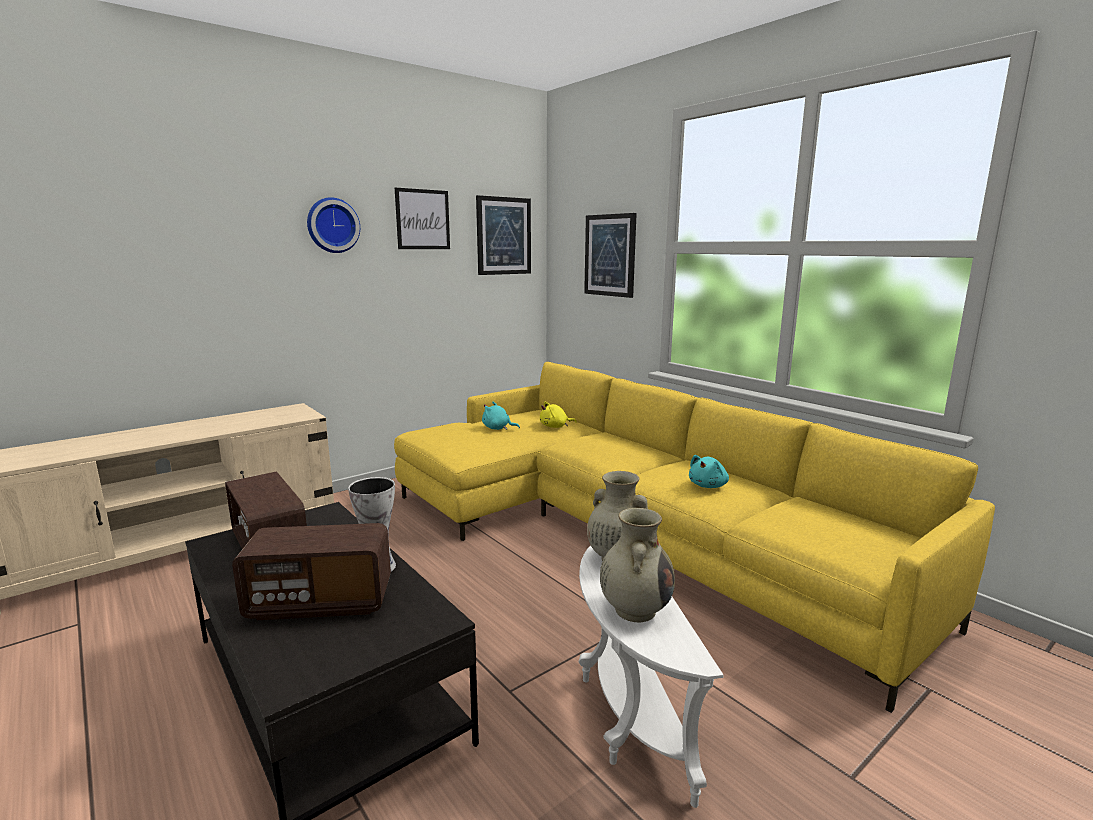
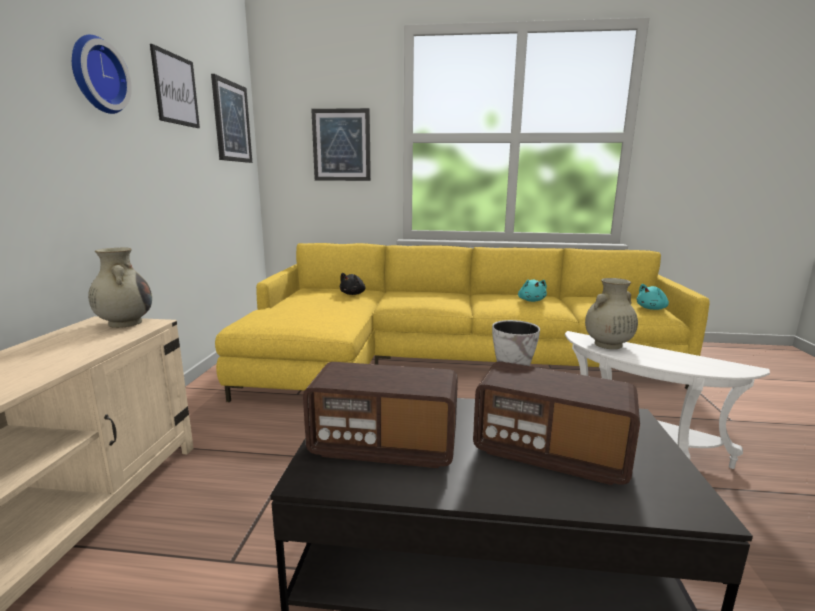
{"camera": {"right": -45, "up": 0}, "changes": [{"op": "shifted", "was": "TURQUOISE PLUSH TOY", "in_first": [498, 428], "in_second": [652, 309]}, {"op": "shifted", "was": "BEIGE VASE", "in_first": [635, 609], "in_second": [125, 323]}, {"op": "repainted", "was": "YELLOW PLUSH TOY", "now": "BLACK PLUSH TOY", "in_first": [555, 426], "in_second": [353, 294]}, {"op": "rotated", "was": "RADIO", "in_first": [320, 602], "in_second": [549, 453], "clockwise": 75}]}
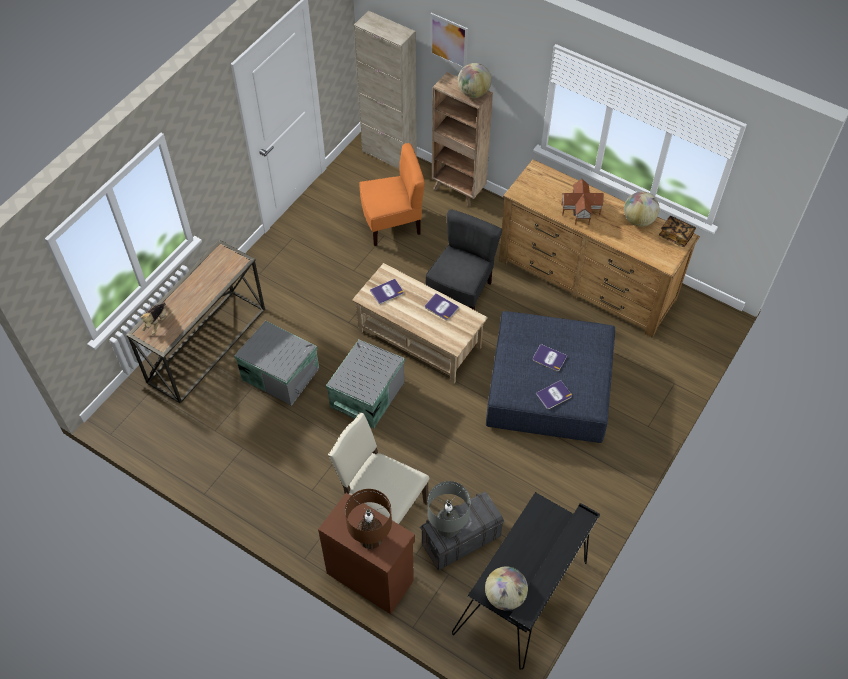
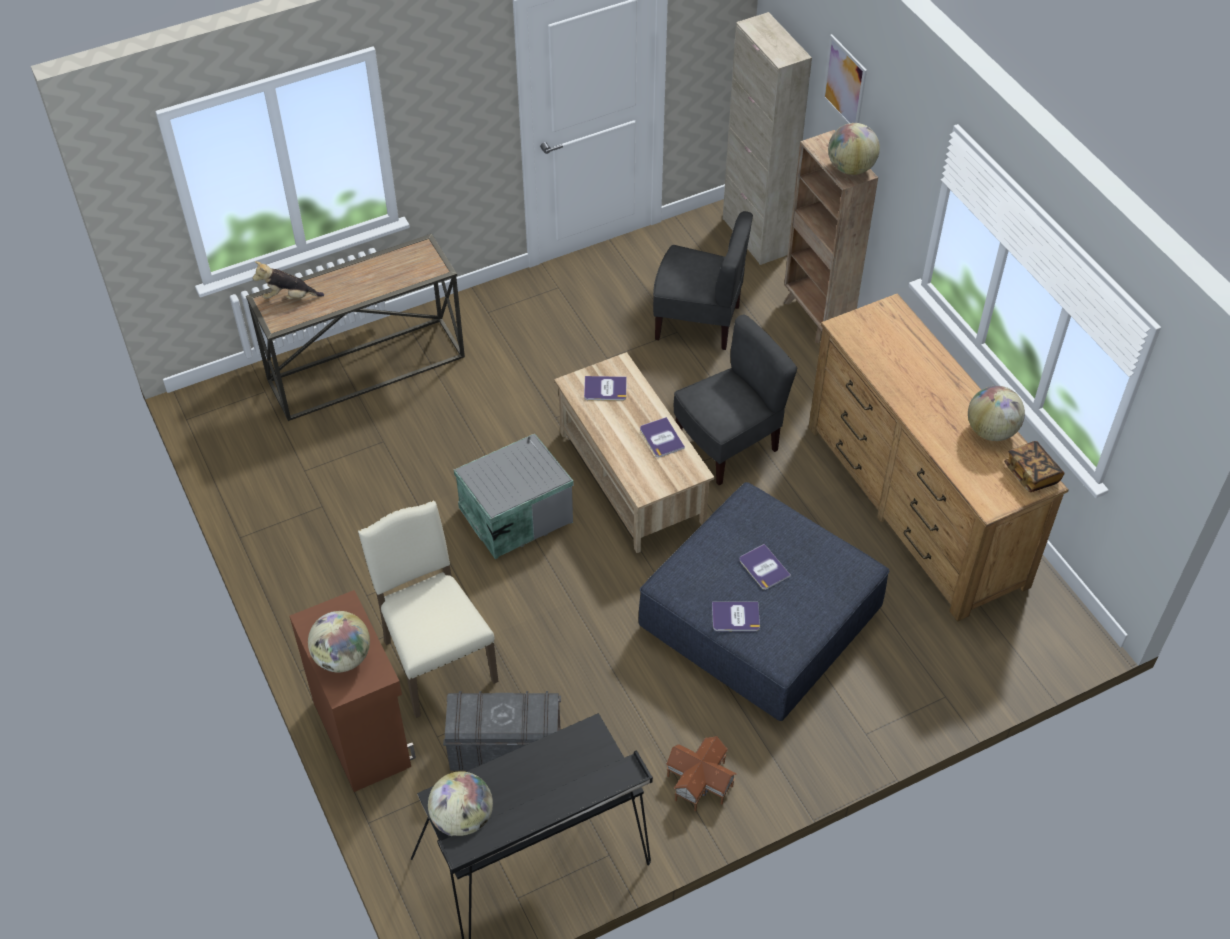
{"camera": {"right": 30, "up": -5}, "changes": [{"op": "gone", "was": "GREY STORAGE BOX", "in_first": [280, 373]}, {"op": "gone", "was": "GREY TABLE LAMP", "in_first": [447, 527]}, {"op": "shifted", "was": "TOY HOUSE", "in_first": [580, 210], "in_second": [698, 781]}, {"op": "swapped", "was": "BROWN TABLE LAMP", "now": "GLOBE", "in_first": [370, 538], "in_second": [342, 658]}, {"op": "repainted", "was": "ORANGE CHAIR", "now": "GREY CHAIR", "in_first": [392, 223], "in_second": [698, 322]}, {"op": "rotated", "was": "PLUSH TOY", "in_first": [156, 323], "in_second": [289, 297], "clockwise": 45}]}
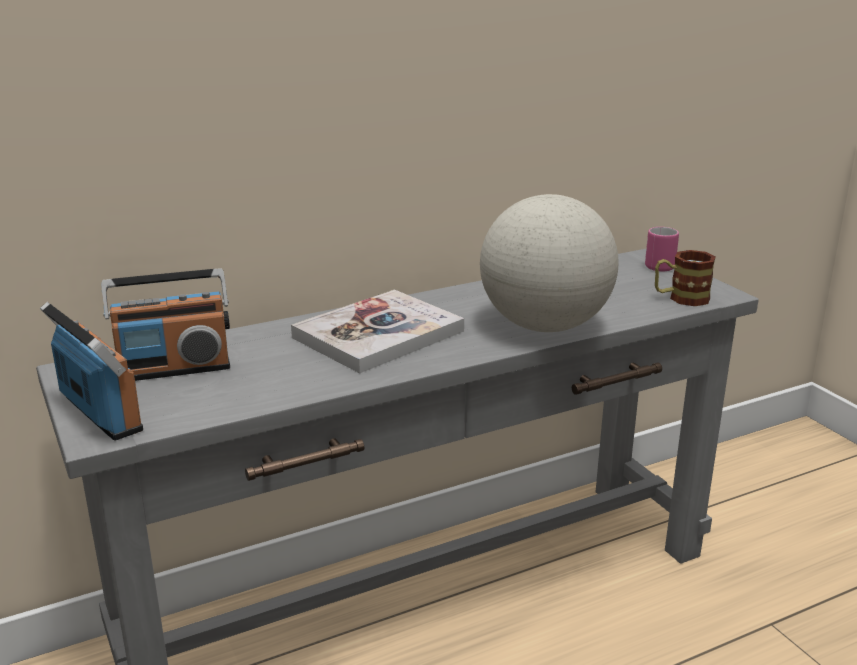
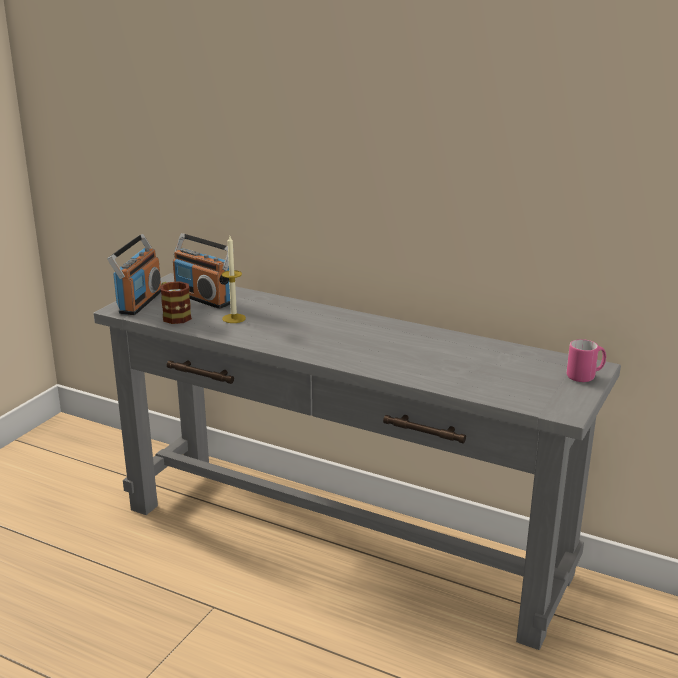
{"camera": {"right": 55, "up": 0}, "changes": [{"op": "gone", "was": "BOOK", "in_first": [378, 334]}, {"op": "gone", "was": "GLOBE", "in_first": [545, 326]}, {"op": "new", "now": "CANDLE", "in_second": [234, 318]}, {"op": "shifted", "was": "MUG", "in_first": [681, 298], "in_second": [174, 315]}]}
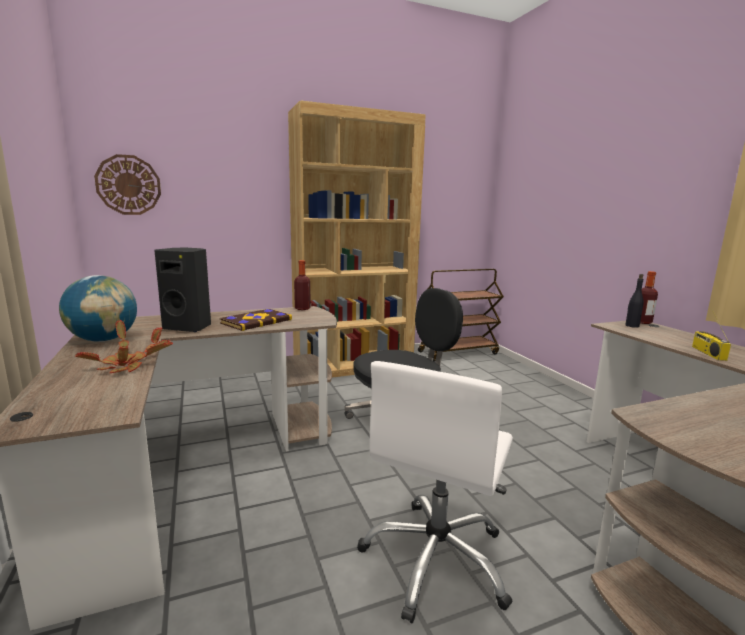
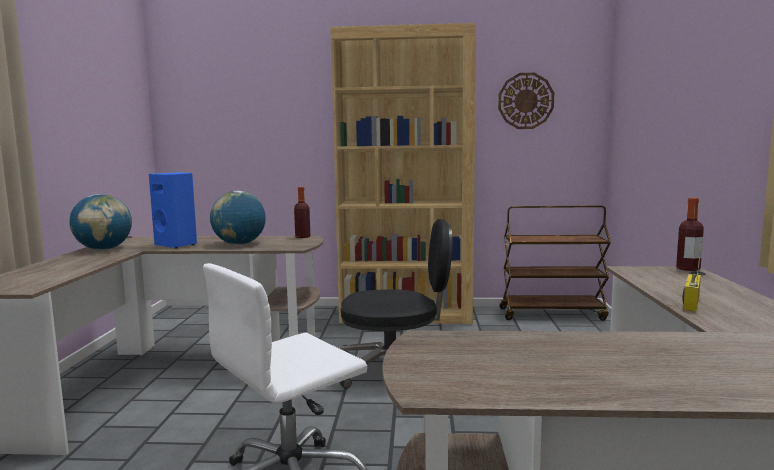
{"camera": {"right": 25, "up": -5}, "changes": [{"op": "gone", "was": "POTTED PLANT", "in_first": [128, 365]}, {"op": "gone", "was": "BLACK BOTTLE", "in_first": [632, 326]}, {"op": "shifted", "was": "WALL CLOCK", "in_first": [128, 185], "in_second": [525, 101]}, {"op": "swapped", "was": "BOOK", "now": "GLOBE", "in_first": [256, 321], "in_second": [239, 244]}, {"op": "repainted", "was": "BLACK SPEAKER", "now": "BLUE SPEAKER", "in_first": [188, 327], "in_second": [177, 245]}]}
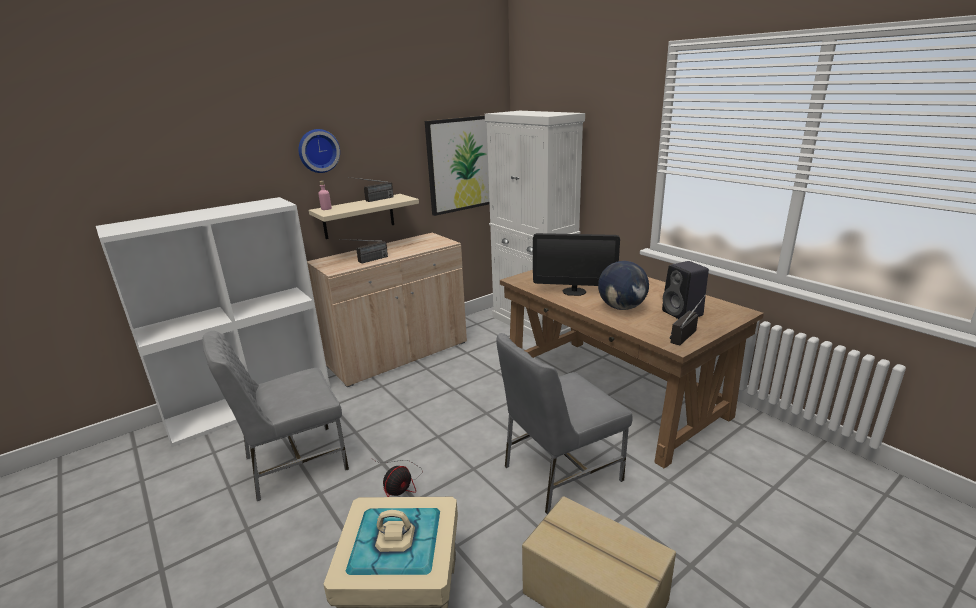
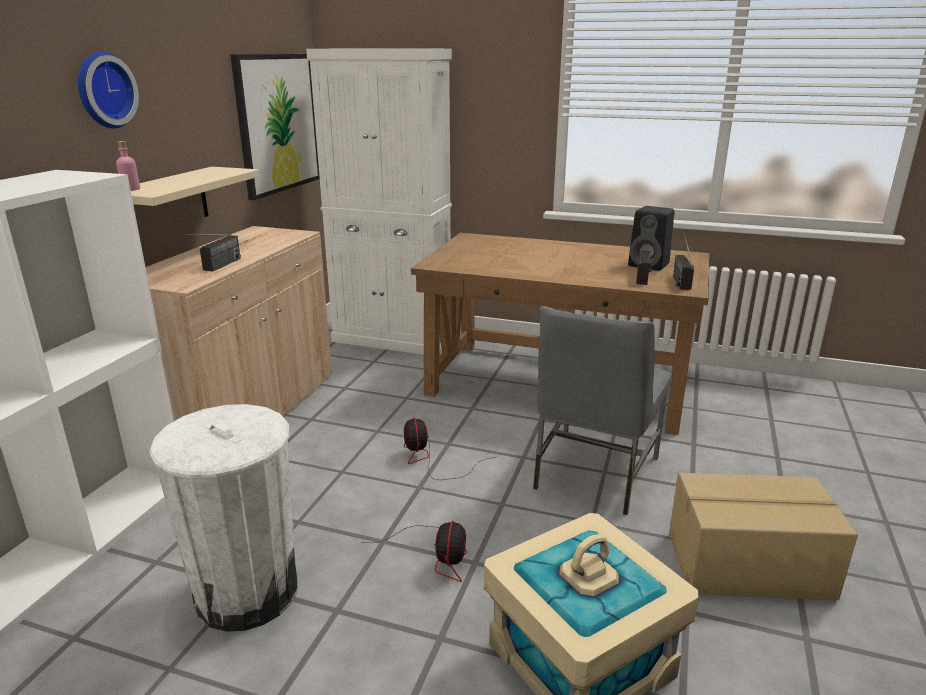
{"camera": {"right": -35, "up": 0}, "changes": [{"op": "gone", "was": "MONITOR", "in_first": [574, 291]}, {"op": "gone", "was": "GLOBE", "in_first": [622, 307]}, {"op": "new", "now": "FAN", "in_second": [431, 460]}, {"op": "shifted", "was": "RADIO", "in_first": [373, 200], "in_second": [643, 281]}, {"op": "swapped", "was": "GREY CHAIR", "now": "WHITE TRASH CAN", "in_first": [293, 462], "in_second": [246, 593]}]}
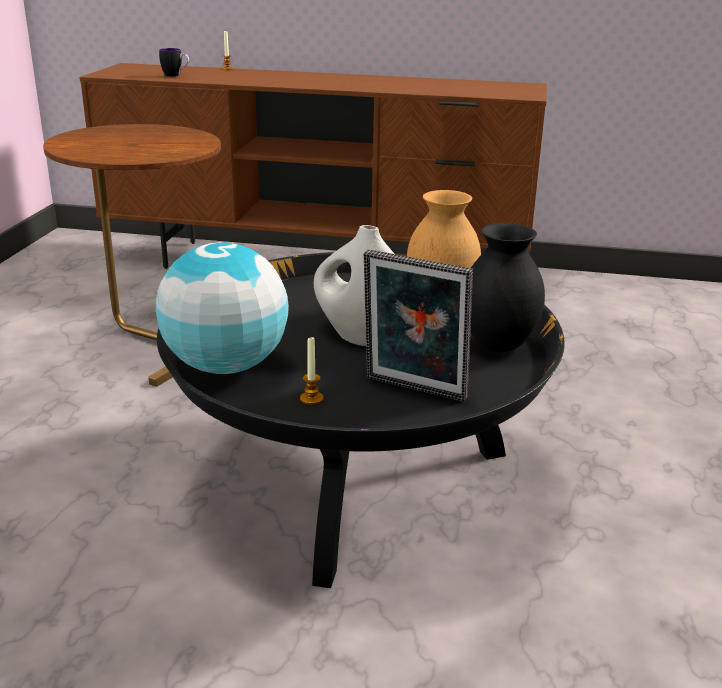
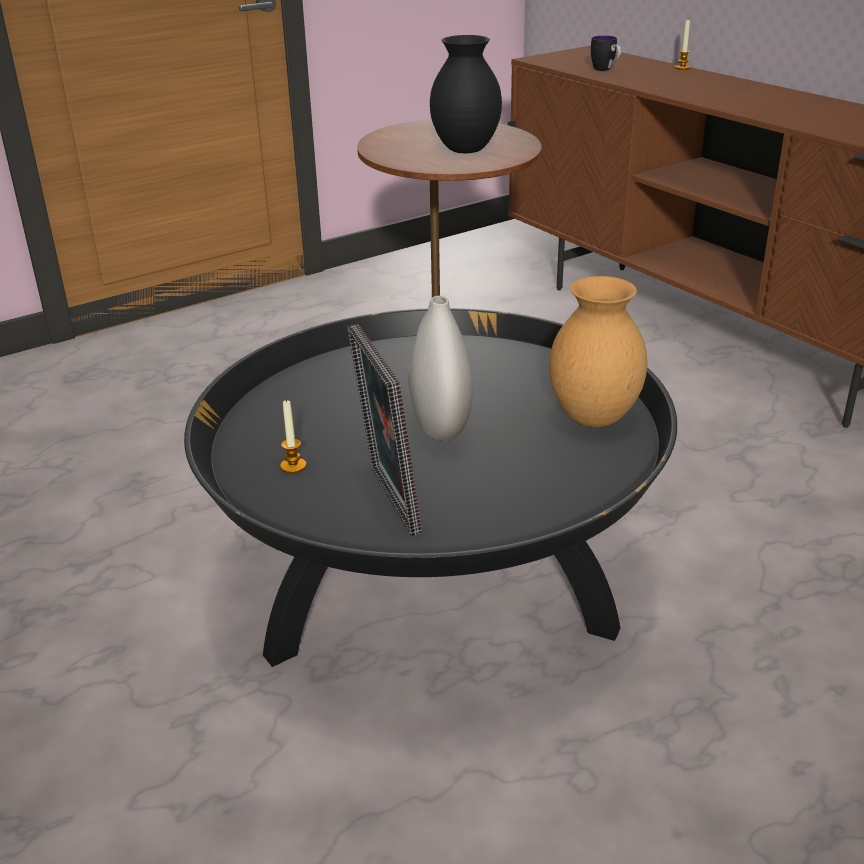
{"camera": {"right": 45, "up": 5}, "changes": [{"op": "gone", "was": "GLOBE", "in_first": [226, 366]}, {"op": "shifted", "was": "BLACK VASE", "in_first": [497, 345], "in_second": [465, 149]}]}
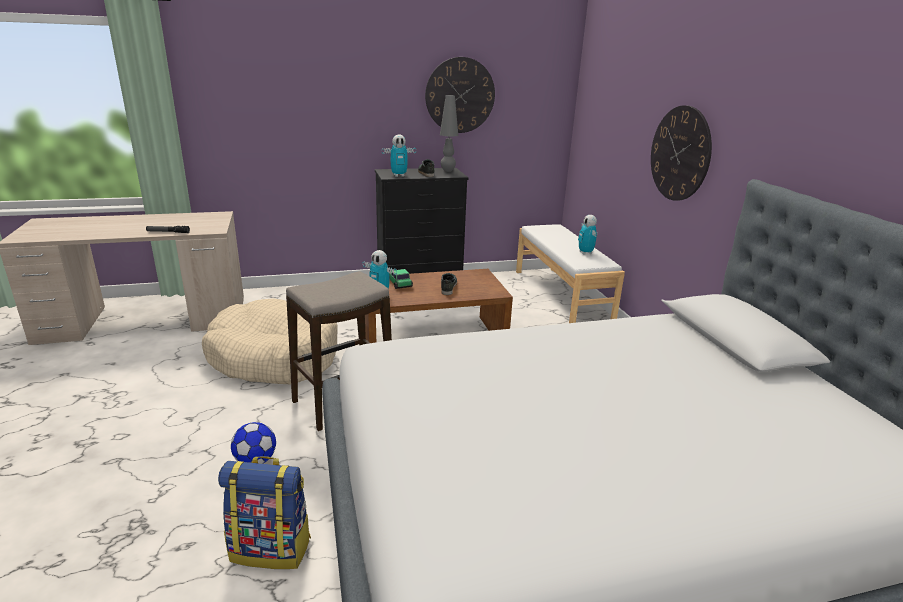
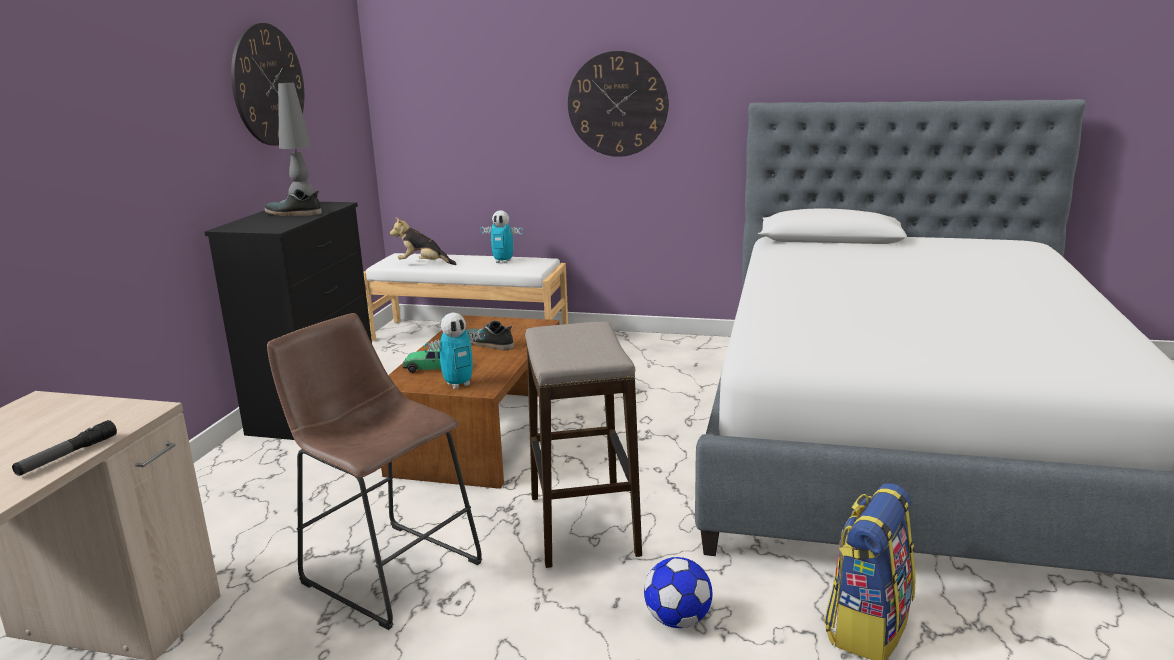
{"camera": {"right": -60, "up": -5}, "changes": [{"op": "gone", "was": "TOY ROBOT", "in_first": [399, 175]}, {"op": "new", "now": "PLUSH TOY", "in_second": [423, 264]}, {"op": "swapped", "was": "BEIGE DOG BED", "now": "BROWN STOOL", "in_first": [274, 357], "in_second": [386, 568]}]}
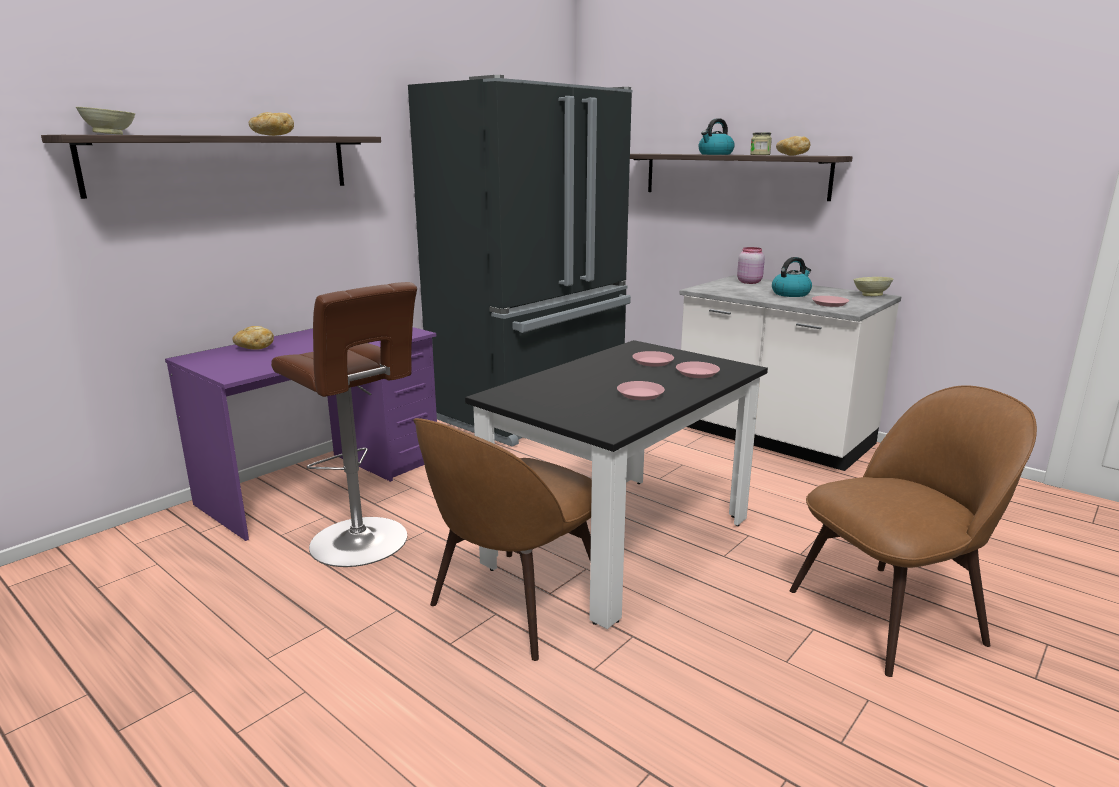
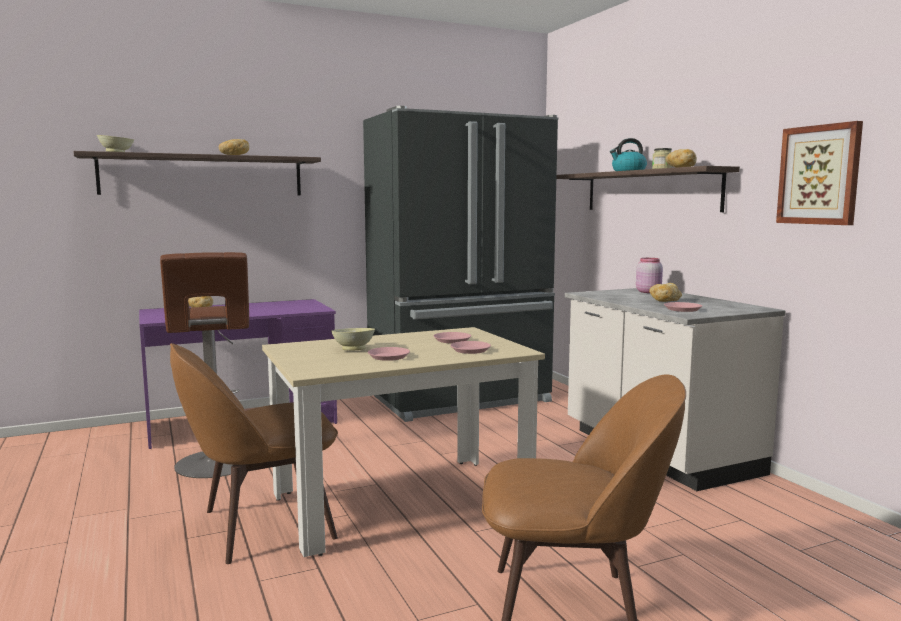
{"camera": {"right": 25, "up": -10}, "changes": [{"op": "new", "now": "PICTURE", "in_second": [819, 175]}, {"op": "shifted", "was": "BEIGE BOWL", "in_first": [871, 295], "in_second": [354, 349]}, {"op": "swapped", "was": "KETTLE", "now": "BREAD", "in_first": [791, 294], "in_second": [665, 301]}, {"op": "repainted", "was": "BLACK DINING TABLE", "now": "BEIGE DINING TABLE", "in_first": [620, 541], "in_second": [401, 502]}]}
